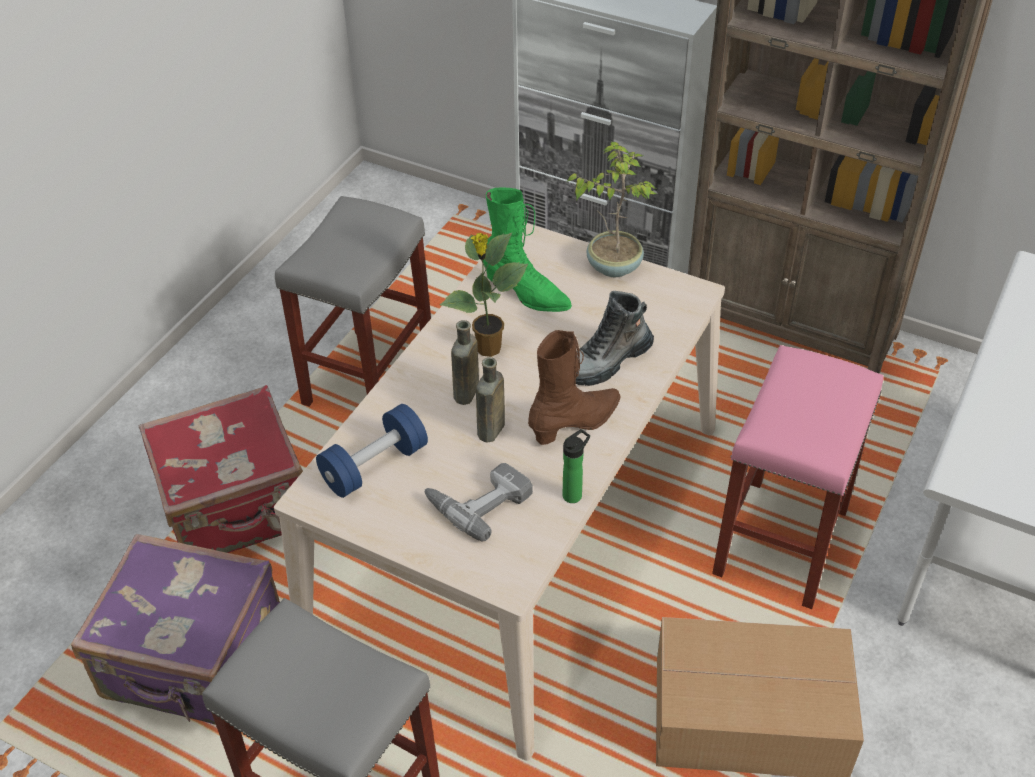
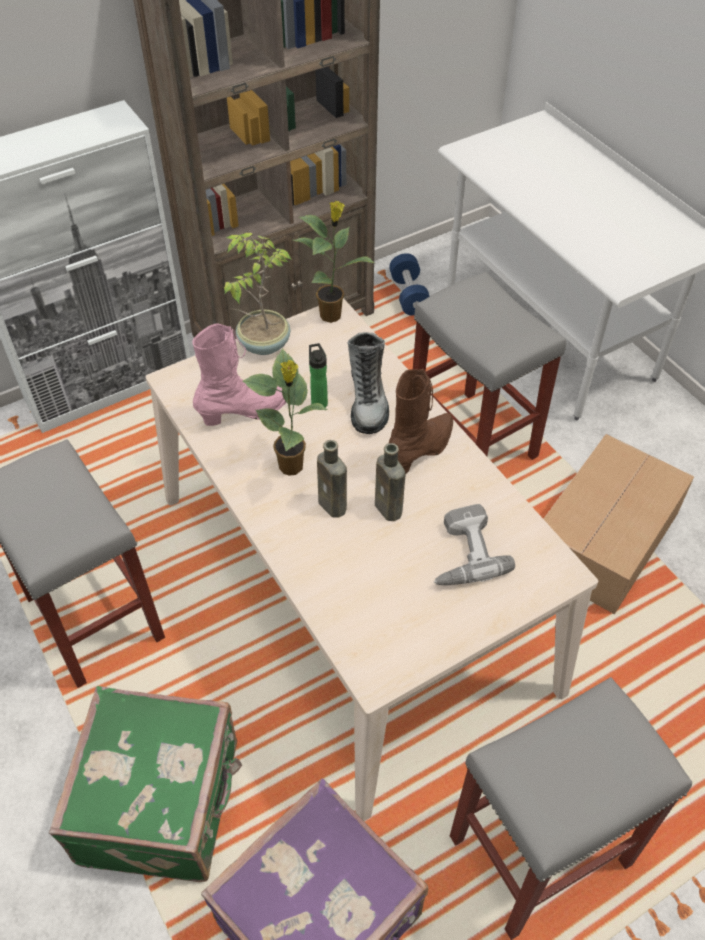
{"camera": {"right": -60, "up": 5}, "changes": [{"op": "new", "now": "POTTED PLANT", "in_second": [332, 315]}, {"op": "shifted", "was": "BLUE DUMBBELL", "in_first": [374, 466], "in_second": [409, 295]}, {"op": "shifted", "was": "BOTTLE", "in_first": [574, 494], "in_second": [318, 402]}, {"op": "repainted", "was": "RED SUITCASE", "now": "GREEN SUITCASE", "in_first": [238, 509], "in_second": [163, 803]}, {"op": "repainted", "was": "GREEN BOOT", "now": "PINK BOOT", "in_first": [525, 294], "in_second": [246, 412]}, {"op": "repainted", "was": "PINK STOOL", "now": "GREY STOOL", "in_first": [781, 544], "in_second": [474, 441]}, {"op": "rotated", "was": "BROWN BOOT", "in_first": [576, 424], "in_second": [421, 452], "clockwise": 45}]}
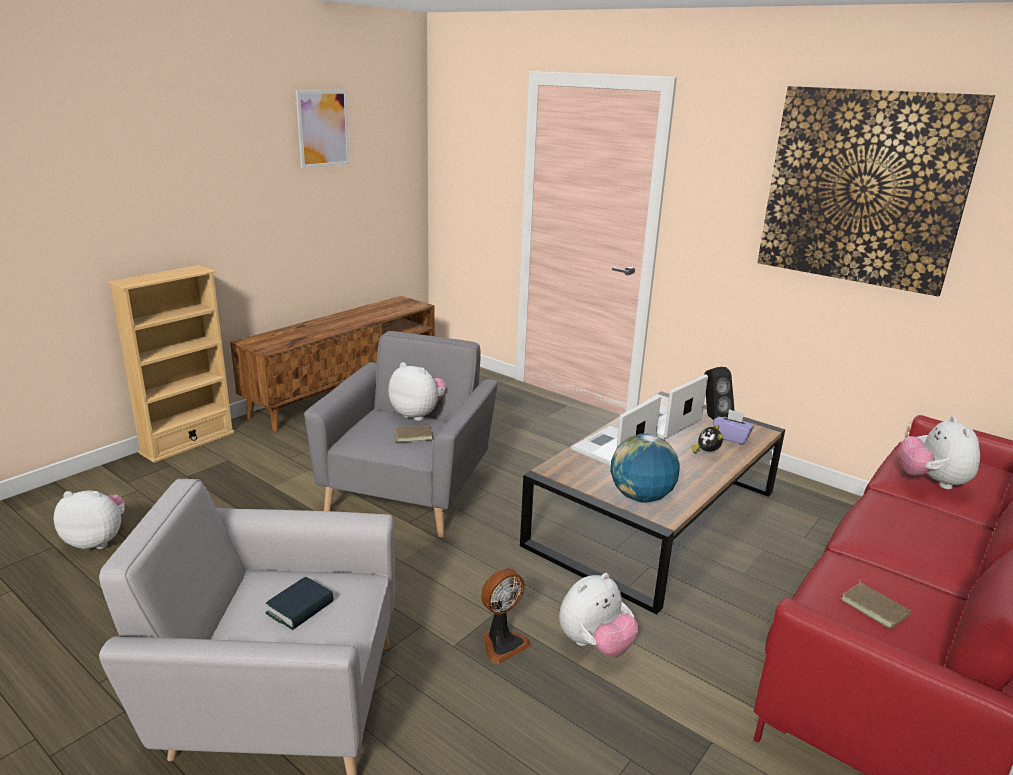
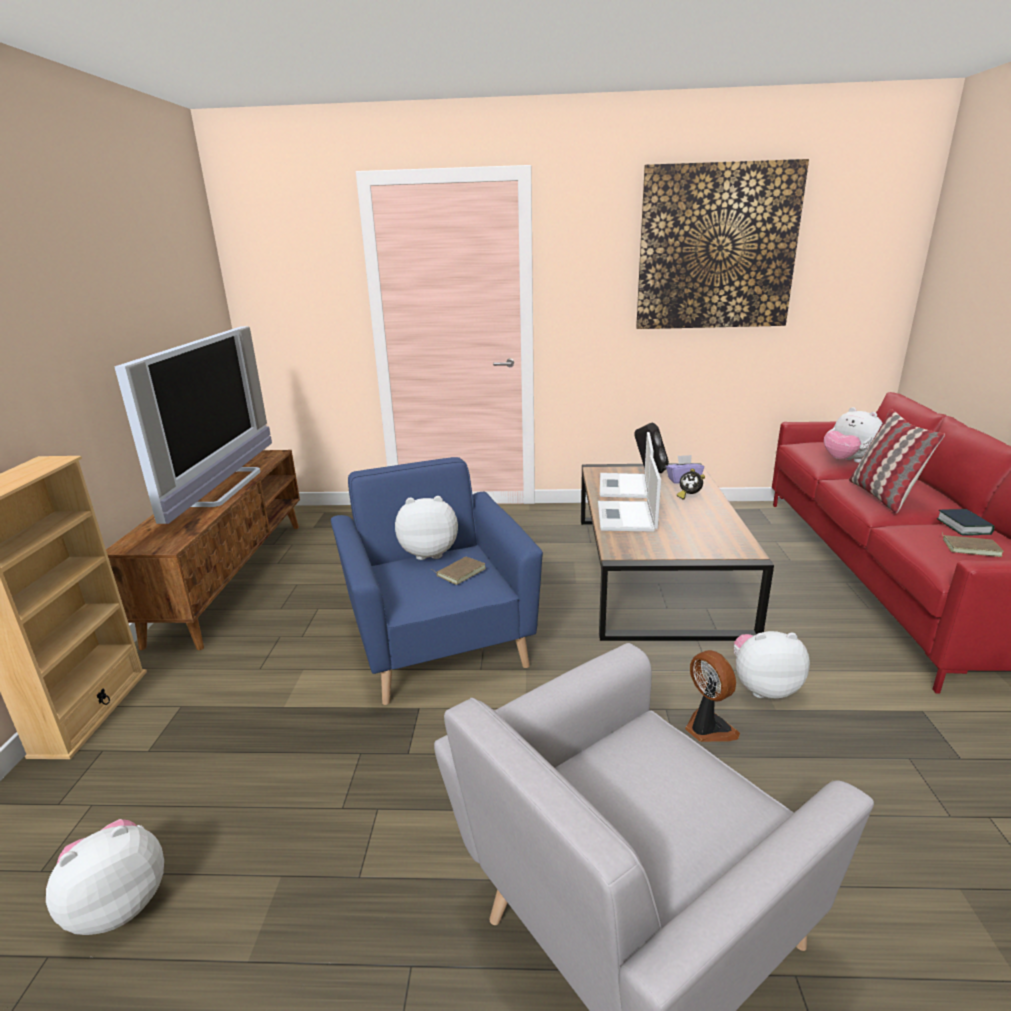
{"camera": {"right": -35, "up": 0}, "changes": [{"op": "gone", "was": "PICTURE", "in_first": [323, 128]}, {"op": "gone", "was": "GLOBE", "in_first": [641, 497]}, {"op": "new", "now": "TELEVISION", "in_second": [223, 487]}, {"op": "new", "now": "PILLOW", "in_second": [882, 496]}, {"op": "shifted", "was": "BOOK", "in_first": [300, 608], "in_second": [963, 526]}, {"op": "repainted", "was": "GREY ARMCHAIR", "now": "BLUE ARMCHAIR", "in_first": [409, 491], "in_second": [438, 641]}, {"op": "rotated", "was": "FAN", "in_first": [502, 643], "in_second": [707, 728], "clockwise": -45}, {"op": "rotated", "was": "PLUSH TOY", "in_first": [595, 644], "in_second": [763, 687], "clockwise": -105}]}
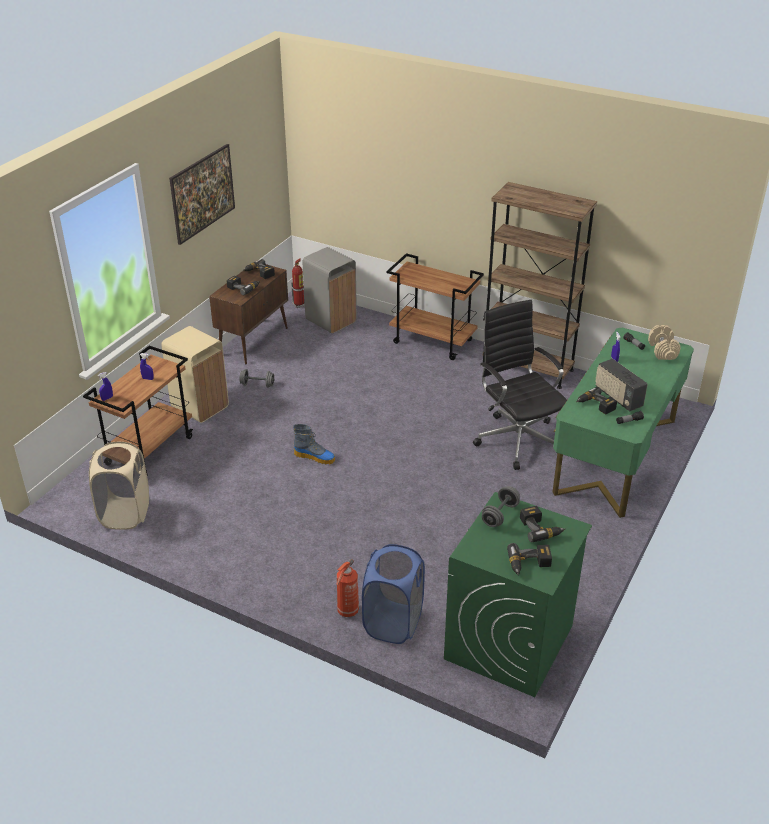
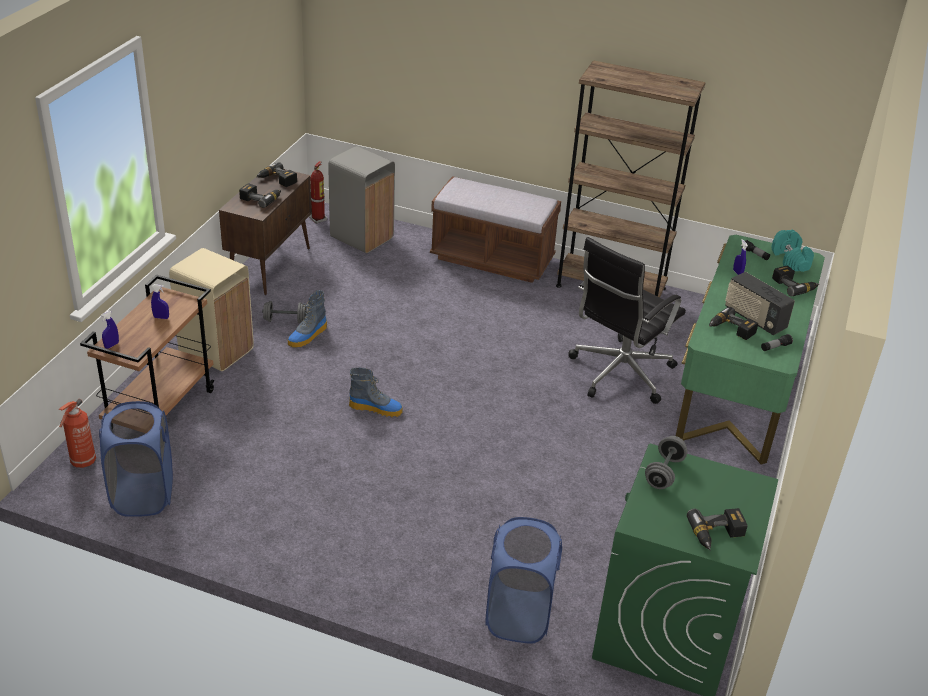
{"camera": {"right": -10, "up": 0}, "changes": [{"op": "gone", "was": "PICTURE", "in_first": [204, 209]}, {"op": "new", "now": "BOOT", "in_second": [308, 336]}, {"op": "shifted", "was": "FIRE EXTINGUISHER", "in_first": [347, 611], "in_second": [82, 462]}, {"op": "shifted", "was": "POWER DRILL", "in_first": [540, 528], "in_second": [794, 286]}, {"op": "swapped", "was": "BROWN CART", "now": "BROWN BENCH", "in_first": [433, 341], "in_second": [492, 259]}, {"op": "repainted", "was": "BEIGE LAUNDRY BASKET", "now": "BLUE LAUNDRY BASKET", "in_first": [125, 513], "in_second": [143, 495]}, {"op": "repainted", "was": "BEIGE DUMBBELL", "now": "TURQUOISE DUMBBELL", "in_first": [662, 350], "in_second": [790, 260]}, {"op": "rotated", "was": "BLACK OFFICE CHAIR", "in_first": [517, 438], "in_second": [619, 374], "clockwise": -105}]}
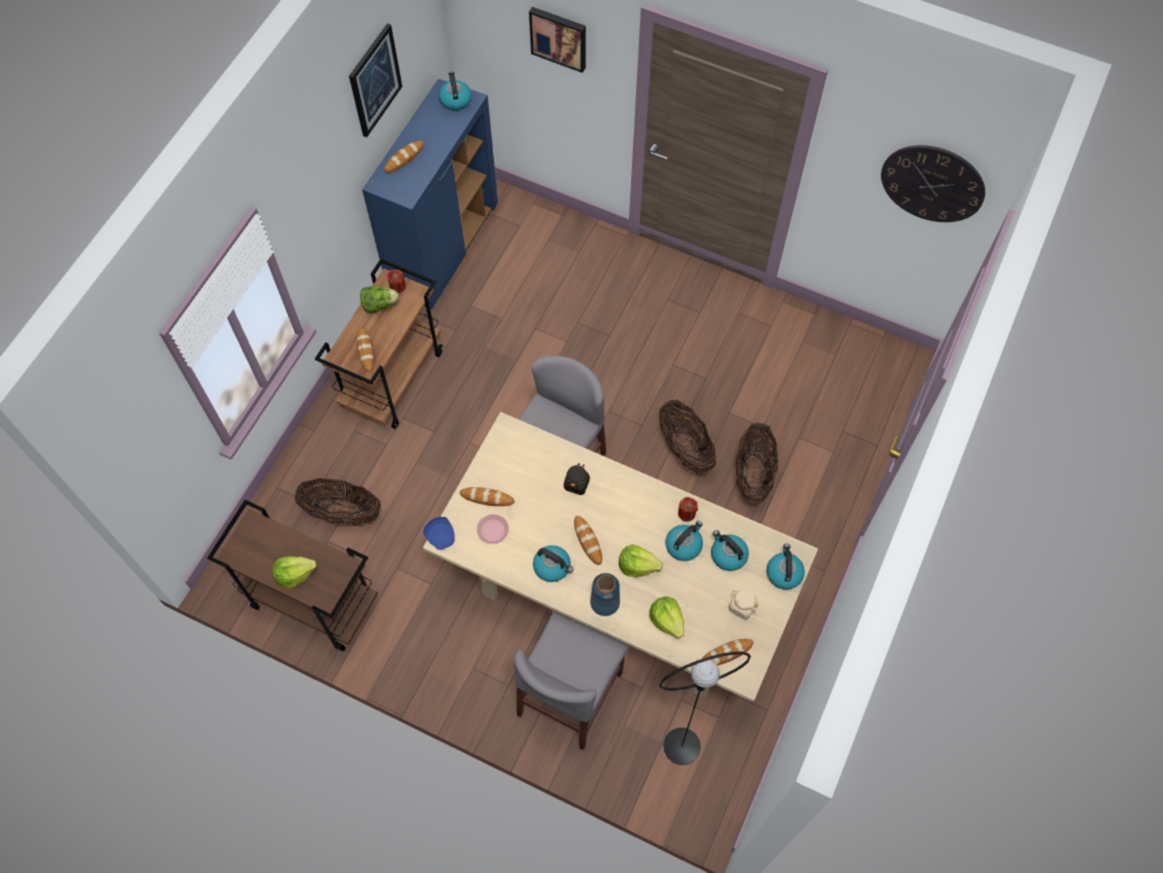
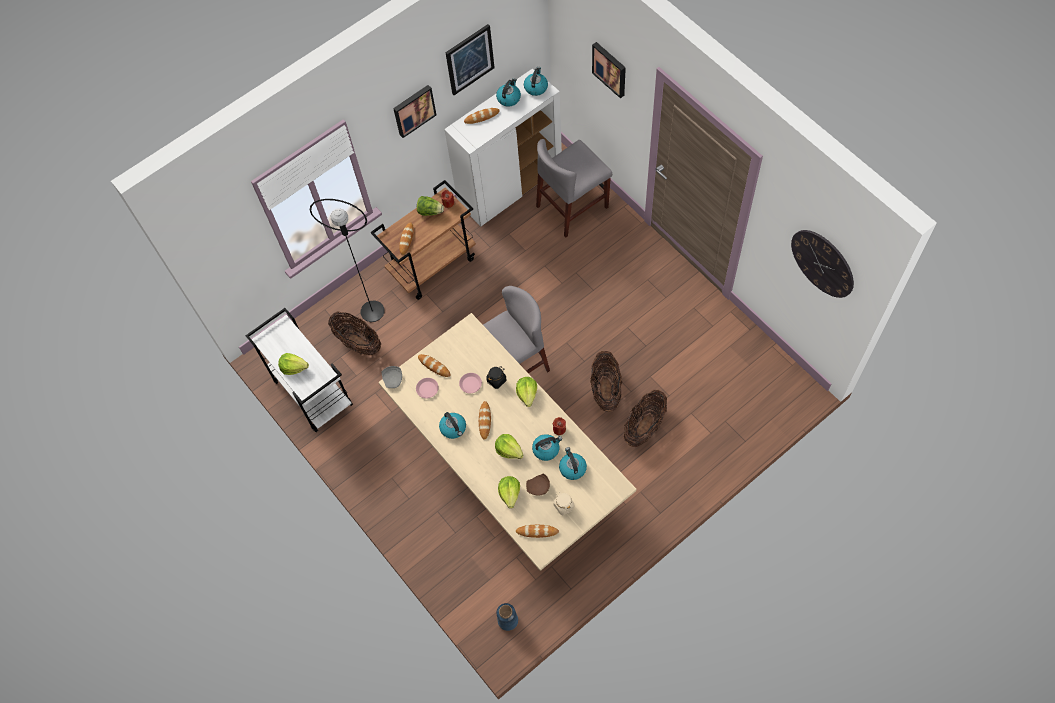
{"camera": {"right": 30, "up": 0}, "changes": [{"op": "new", "now": "PICTURE", "in_second": [413, 110]}, {"op": "new", "now": "PINK PLATE", "in_second": [470, 384]}, {"op": "new", "now": "LETTUCE", "in_second": [527, 394]}, {"op": "new", "now": "BROWN PLATE", "in_second": [538, 487]}, {"op": "shifted", "was": "GREY CHAIR", "in_first": [570, 694], "in_second": [572, 207]}, {"op": "shifted", "was": "BLUE VASE", "in_first": [605, 602], "in_second": [508, 620]}, {"op": "shifted", "was": "BLACK FLOOR LAMP", "in_first": [681, 746], "in_second": [372, 311]}, {"op": "shifted", "was": "KETTLE", "in_first": [783, 573], "in_second": [509, 98]}, {"op": "repainted", "was": "BROWN CART", "now": "WHITE CART", "in_first": [311, 602], "in_second": [312, 392]}, {"op": "repainted", "was": "BLUE CABINET", "now": "WHITE CABINET", "in_first": [443, 247], "in_second": [510, 186]}, {"op": "repainted", "was": "BLUE PLATE", "now": "GREY PLATE", "in_first": [441, 536], "in_second": [393, 379]}]}
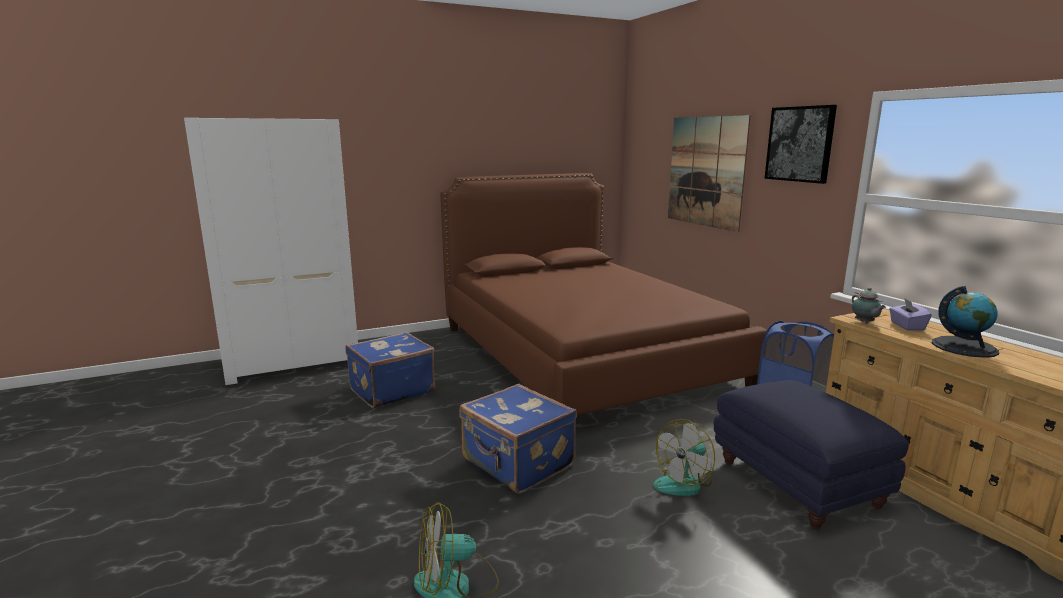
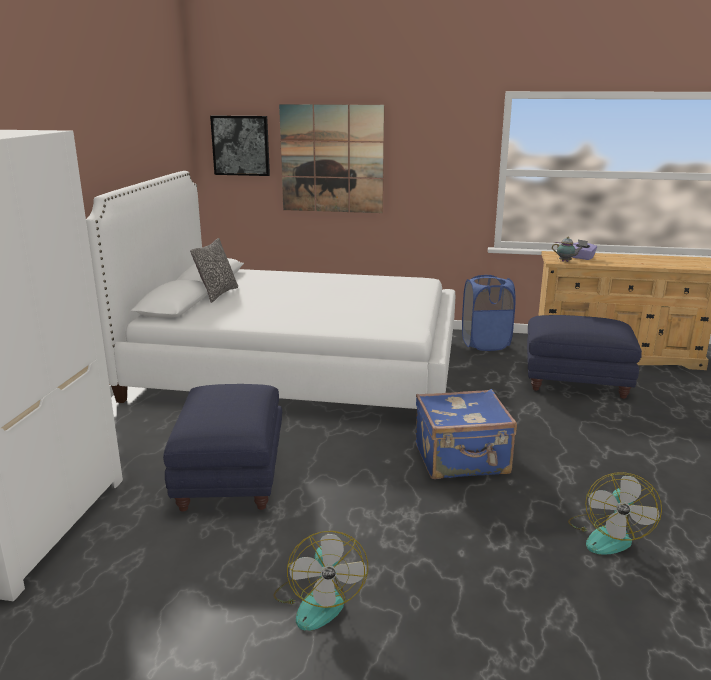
{"camera": {"right": -55, "up": 5}, "changes": [{"op": "gone", "was": "GLOBE", "in_first": [964, 347]}, {"op": "new", "now": "PILLOW", "in_second": [217, 294]}, {"op": "shifted", "was": "FAN", "in_first": [684, 482], "in_second": [318, 600]}, {"op": "shifted", "was": "PICTURE", "in_first": [800, 144], "in_second": [241, 145]}, {"op": "swapped", "was": "BLUE SUITCASE", "now": "BLUE OTTOMAN", "in_first": [391, 390], "in_second": [231, 479]}, {"op": "repainted", "was": "BROWN BED", "now": "WHITE BED", "in_first": [581, 355], "in_second": [298, 369]}]}
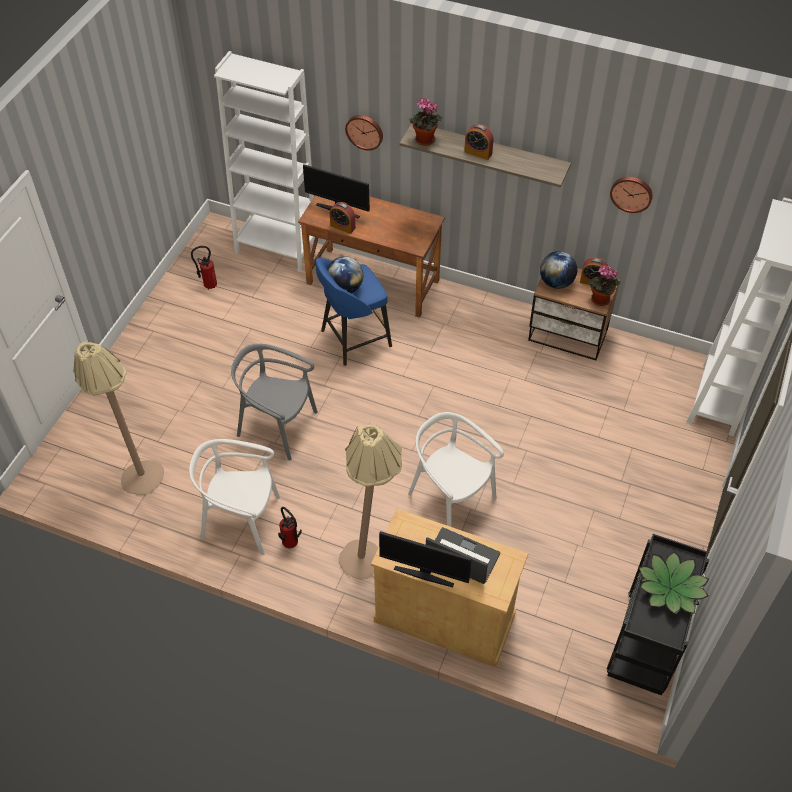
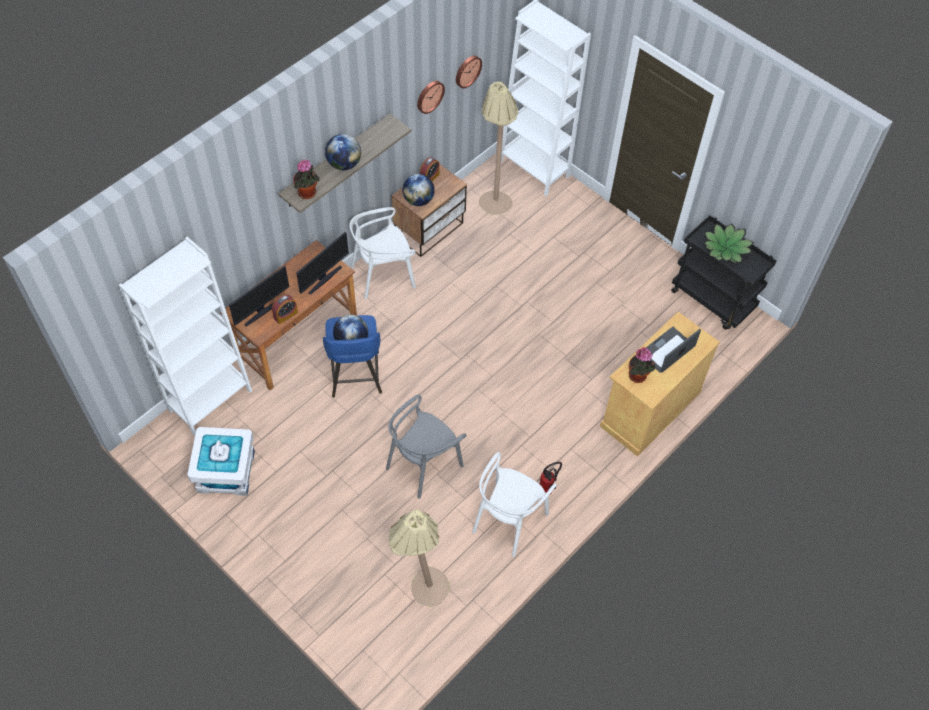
{"camera": {"right": -70, "up": 5}, "changes": [{"op": "shifted", "was": "BEIGE FLOOR LAMP", "in_first": [370, 555], "in_second": [495, 197]}, {"op": "shifted", "was": "WALL CLOCK", "in_first": [365, 131], "in_second": [467, 70]}, {"op": "shifted", "was": "MONITOR", "in_first": [424, 574], "in_second": [324, 279]}, {"op": "shifted", "was": "WHITE CHAIR", "in_first": [451, 499], "in_second": [383, 275]}, {"op": "shifted", "was": "POTTED PLANT", "in_first": [599, 301], "in_second": [638, 377]}, {"op": "swapped", "was": "FIRE EXTINGUISHER", "now": "WHITE STORAGE BOX", "in_first": [208, 286], "in_second": [225, 471]}, {"op": "swapped", "was": "ALARM CLOCK", "now": "GLOBE", "in_first": [478, 152], "in_second": [344, 164]}]}
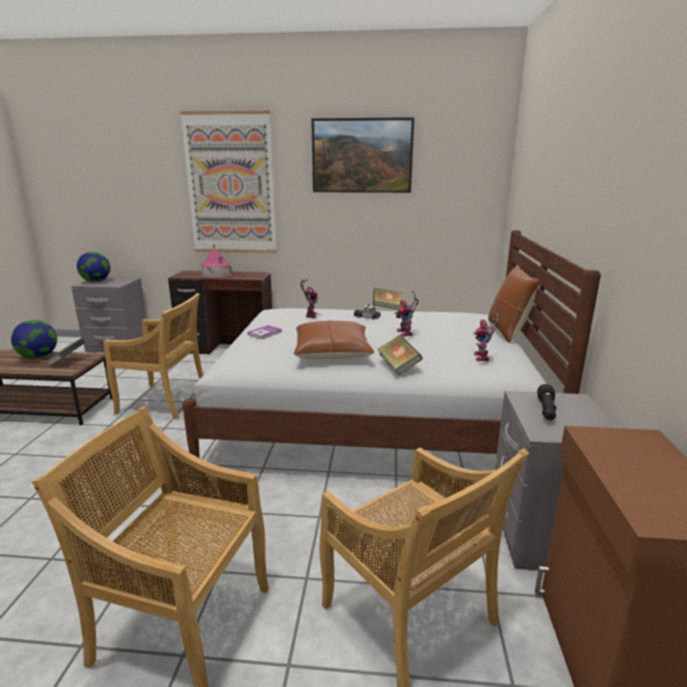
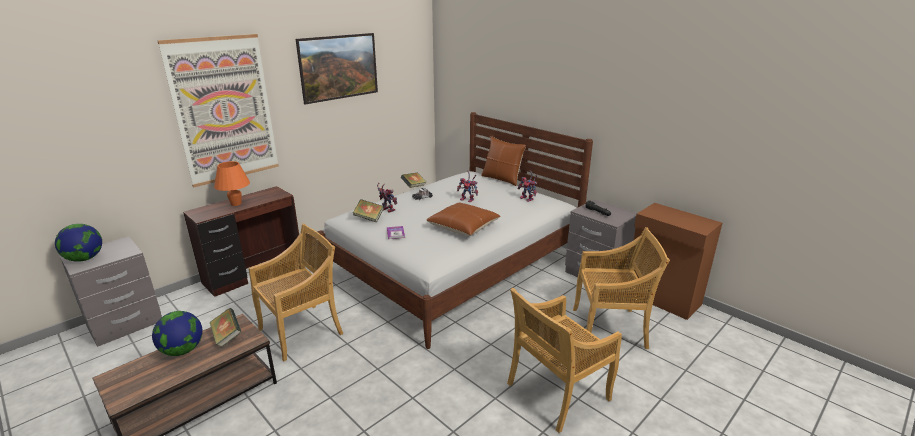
{"camera": {"right": -50, "up": 5}, "changes": [{"op": "shifted", "was": "BOOK", "in_first": [398, 367], "in_second": [369, 218]}, {"op": "swapped", "was": "TOY HOUSE", "now": "ORANGE TABLE LAMP", "in_first": [216, 274], "in_second": [236, 204]}]}
